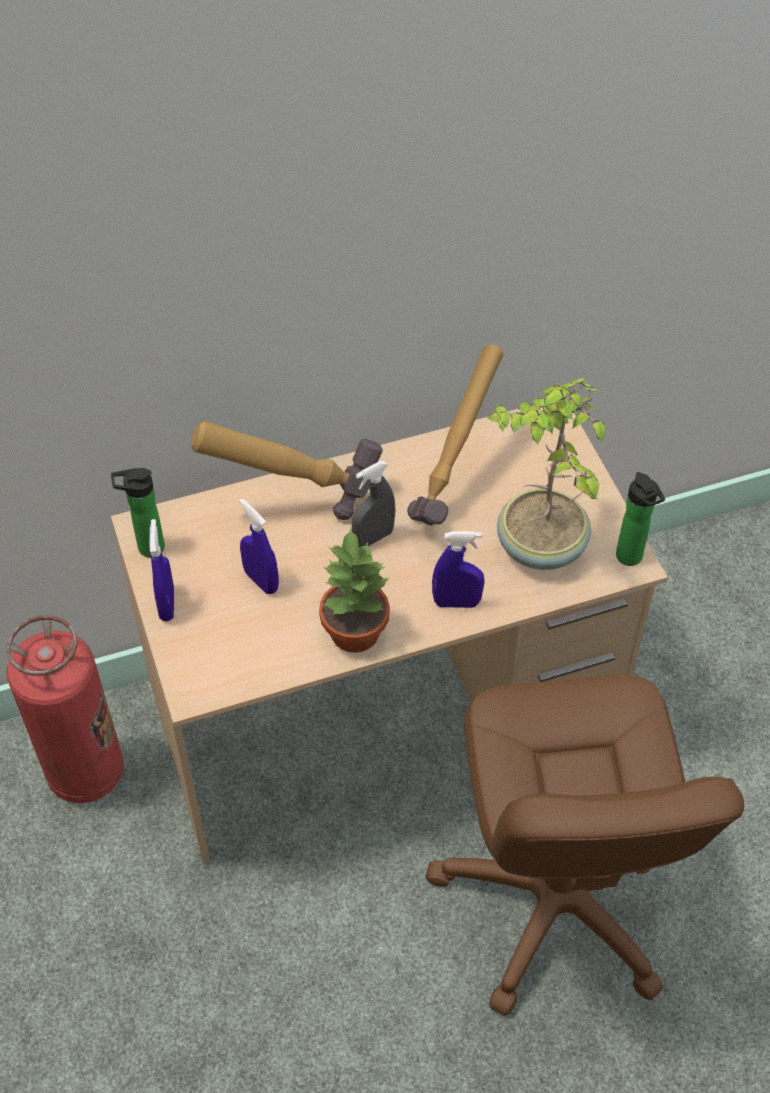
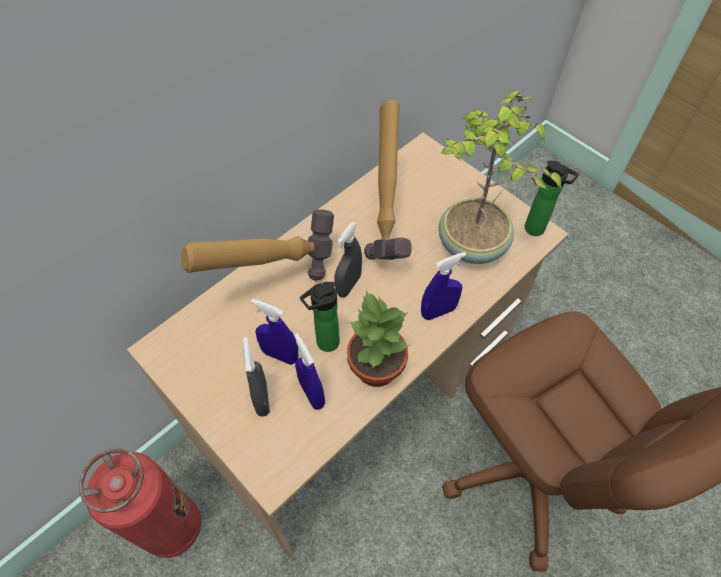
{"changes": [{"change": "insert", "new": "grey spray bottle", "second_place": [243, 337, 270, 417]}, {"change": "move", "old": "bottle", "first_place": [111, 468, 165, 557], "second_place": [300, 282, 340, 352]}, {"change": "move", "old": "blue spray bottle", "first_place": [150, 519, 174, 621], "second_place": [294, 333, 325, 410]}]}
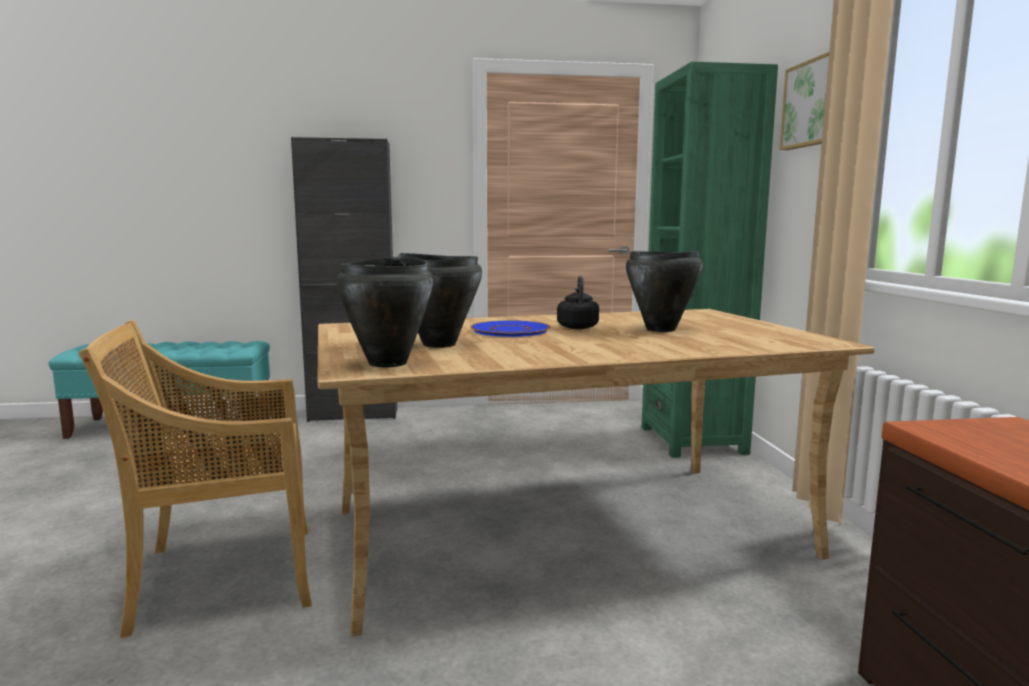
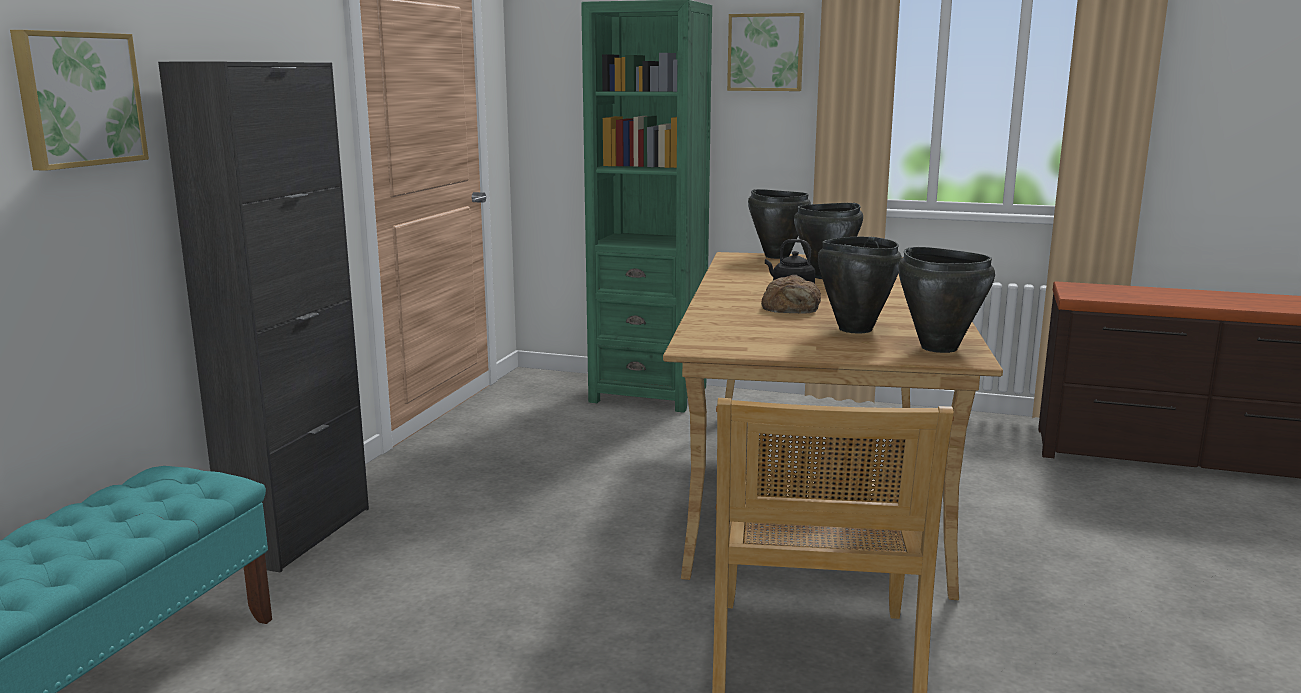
{"changes": [{"change": "insert", "new": "picture", "second_place": [10, 30, 149, 171]}, {"change": "insert", "new": "black cooking pot", "second_place": [748, 189, 811, 259]}, {"change": "replace", "old": "blue plate", "new": "bread", "first_place": [470, 320, 551, 337], "second_place": [761, 275, 821, 314]}]}
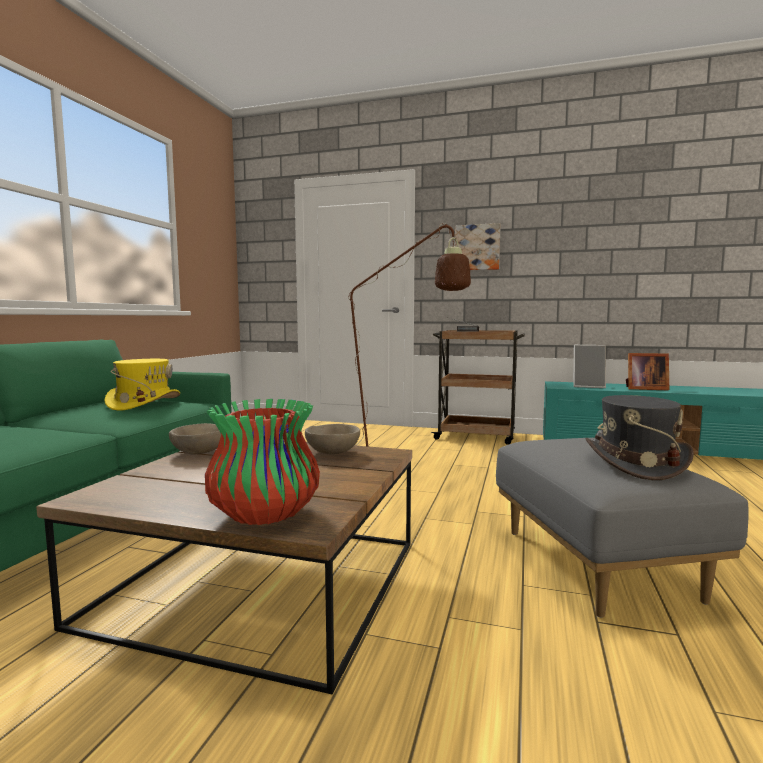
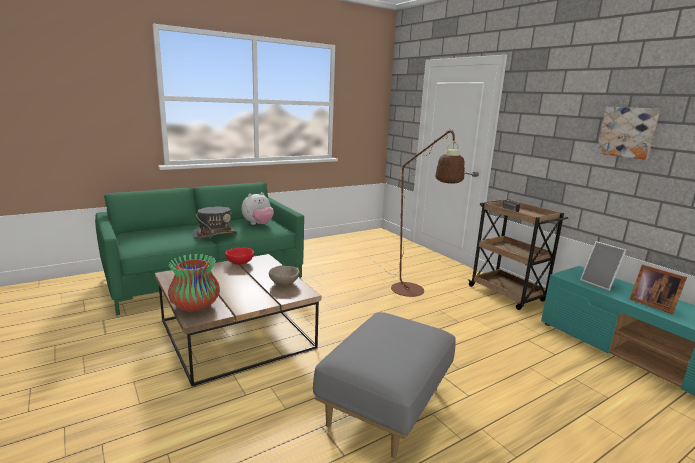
{"changes": [{"change": "move", "old": "picture", "first_place": [455, 223, 501, 270], "second_place": [596, 107, 660, 160]}, {"change": "move", "old": "grey hat", "first_place": [586, 395, 694, 480], "second_place": [193, 206, 237, 238]}, {"change": "replace", "old": "yellow hat", "new": "plush toy", "first_place": [104, 359, 180, 411], "second_place": [242, 192, 274, 225]}, {"change": "recolor", "old": "beige bowl", "new": "red bowl", "first_place": [169, 423, 221, 454], "second_place": [225, 247, 254, 265]}]}
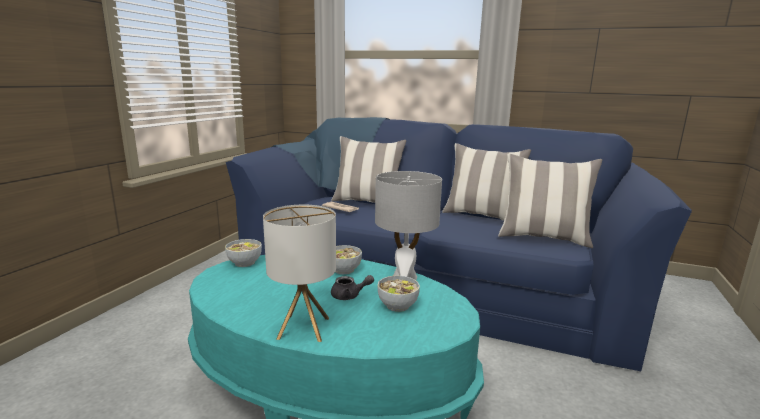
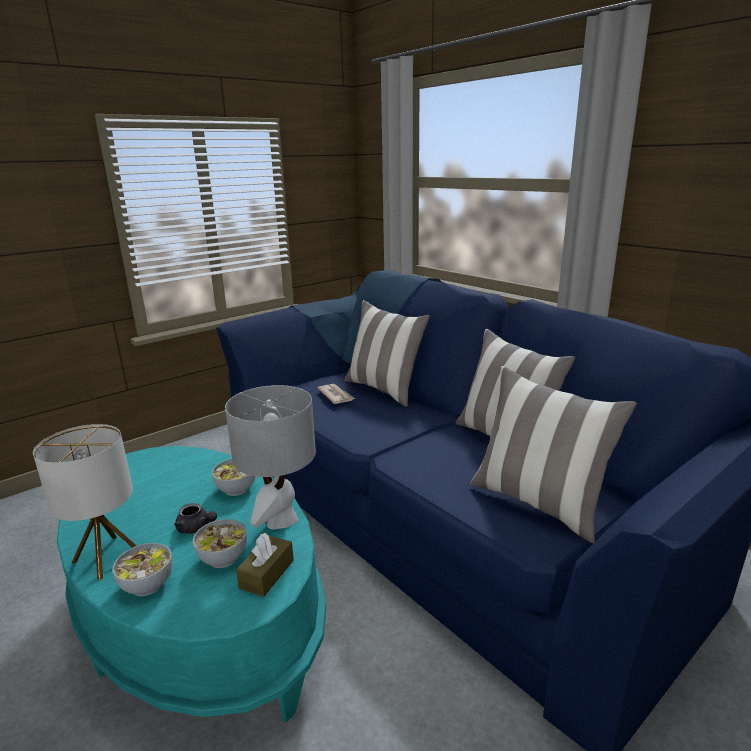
{"changes": [{"change": "insert", "new": "brown tissue box", "second_place": [236, 533, 294, 597]}, {"change": "move", "old": "bowl", "first_place": [225, 239, 262, 267], "second_place": [112, 543, 172, 596]}]}
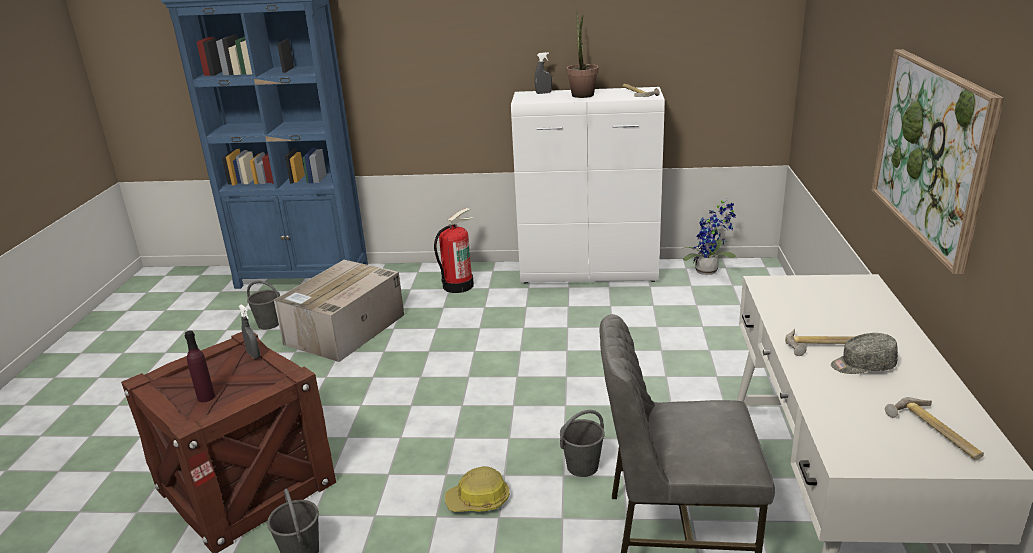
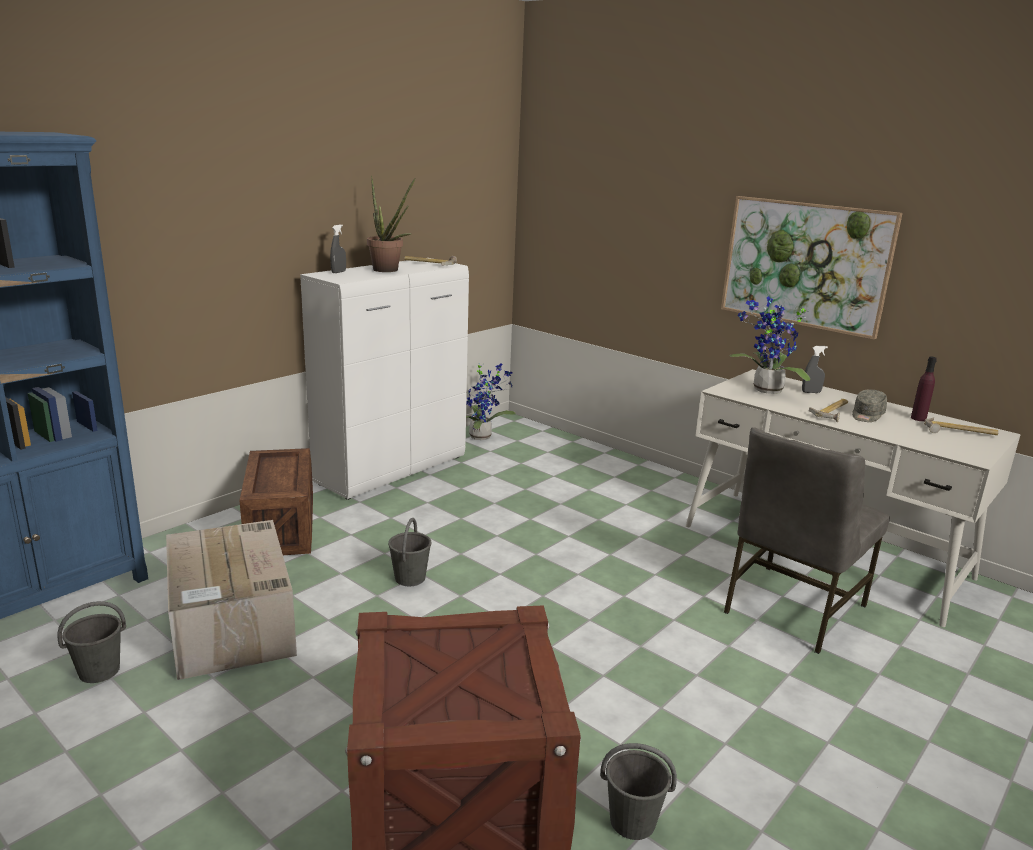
{"changes": [{"change": "delete", "old": "hard hat", "first_place": [445, 466, 510, 512]}, {"change": "insert", "new": "potted plant", "second_place": [730, 296, 810, 394]}, {"change": "move", "old": "purple bottle", "first_place": [184, 331, 215, 402], "second_place": [911, 356, 937, 421]}, {"change": "move", "old": "grey spray bottle", "first_place": [239, 304, 260, 359], "second_place": [802, 346, 828, 393]}, {"change": "move", "old": "grey bucket", "first_place": [560, 410, 605, 477], "second_place": [388, 518, 432, 586]}, {"change": "replace", "old": "fire extinguisher", "new": "crate", "first_place": [434, 208, 474, 293], "second_place": [239, 448, 313, 555]}]}
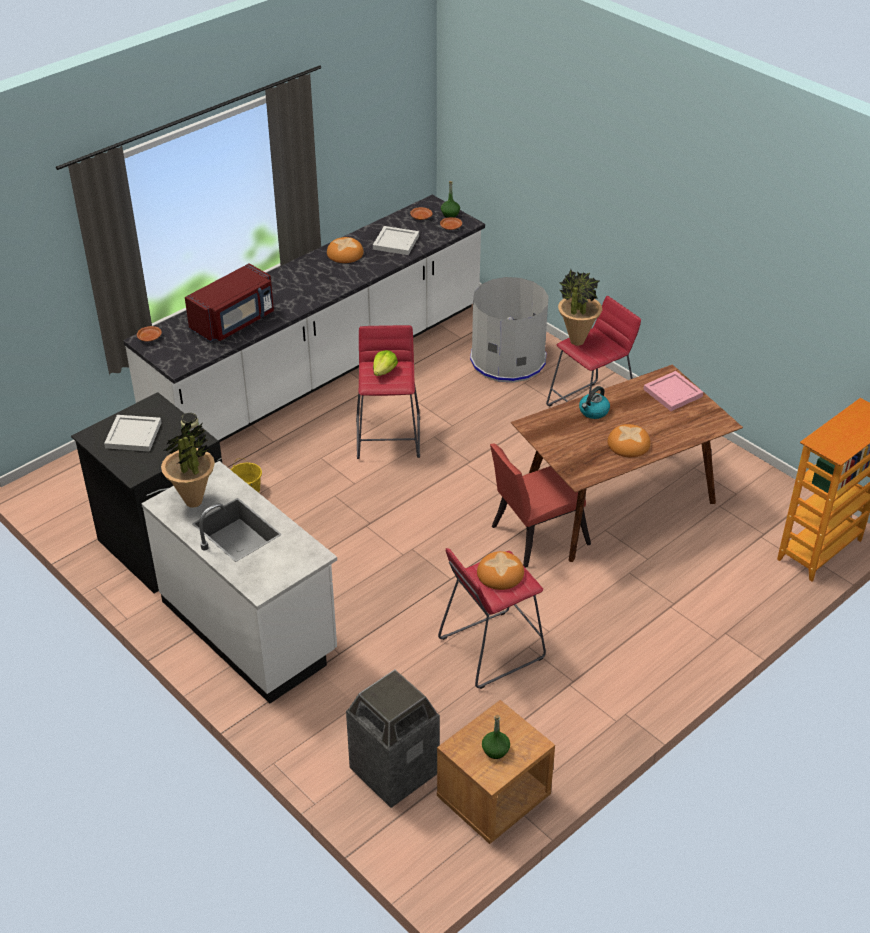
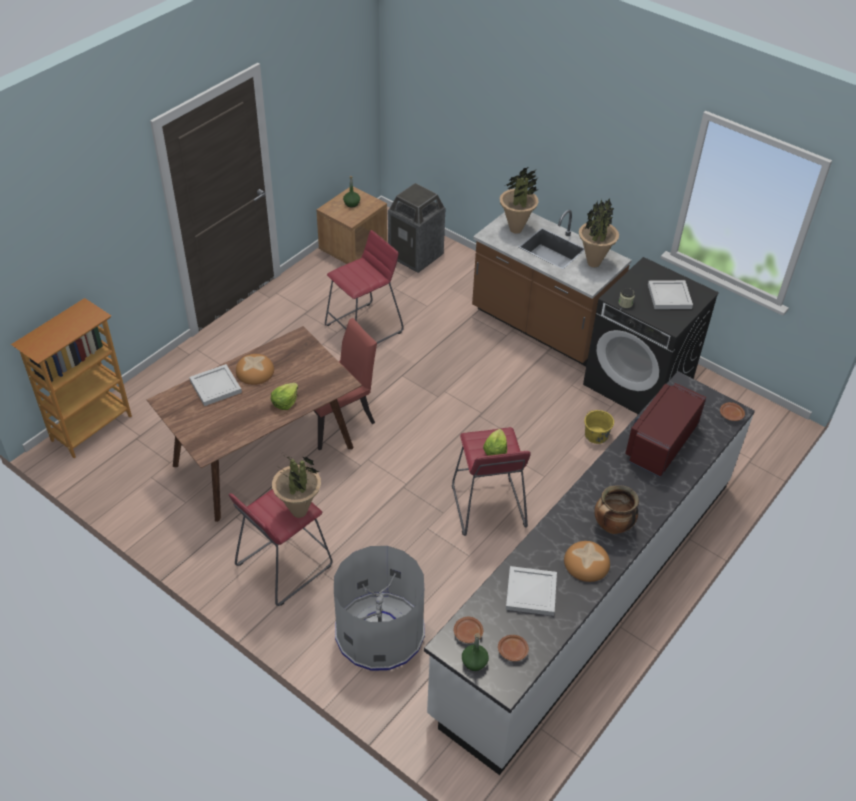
{"changes": [{"change": "delete", "old": "bread", "first_place": [477, 551, 524, 590]}, {"change": "delete", "old": "pink tray", "first_place": [643, 371, 703, 411]}, {"change": "insert", "new": "white tray", "second_place": [189, 364, 242, 406]}, {"change": "insert", "new": "potted plant", "second_place": [499, 166, 539, 234]}, {"change": "insert", "new": "cooking pot", "second_place": [595, 485, 639, 534]}, {"change": "replace", "old": "kettle", "new": "lettuce", "first_place": [579, 386, 610, 419], "second_place": [271, 383, 298, 410]}, {"change": "recolor", "old": "white counter", "new": "brown counter", "first_place": [141, 461, 337, 703], "second_place": [472, 210, 632, 366]}]}
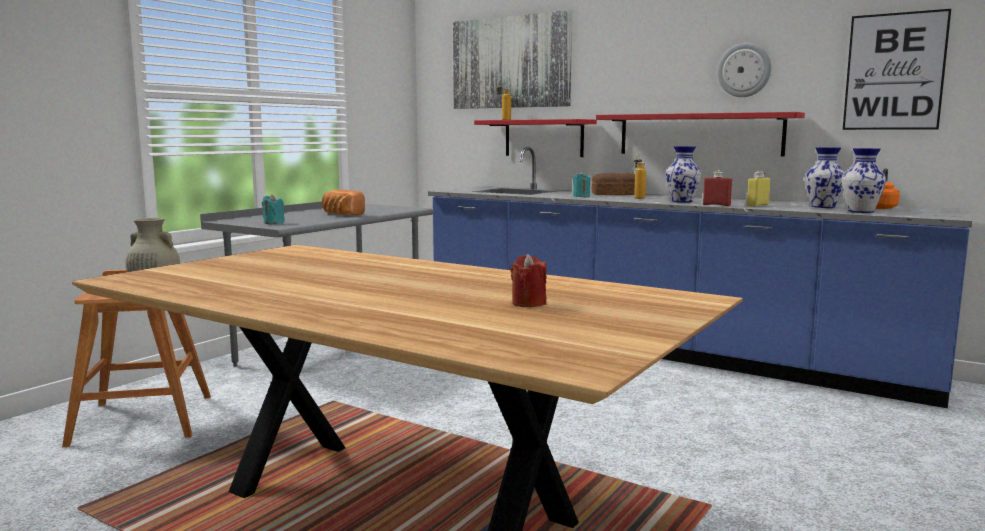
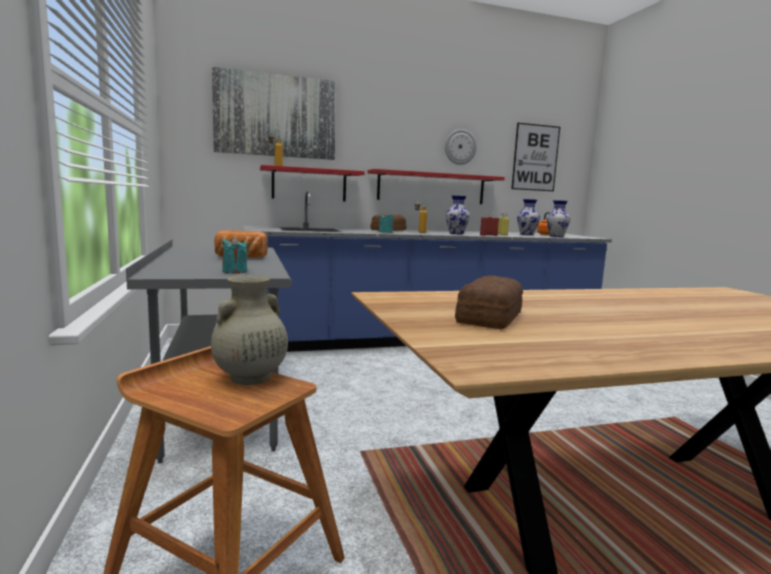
{"changes": [{"change": "delete", "old": "red candle", "first_place": [511, 254, 547, 307]}, {"change": "insert", "new": "bread", "second_place": [455, 275, 523, 329]}]}
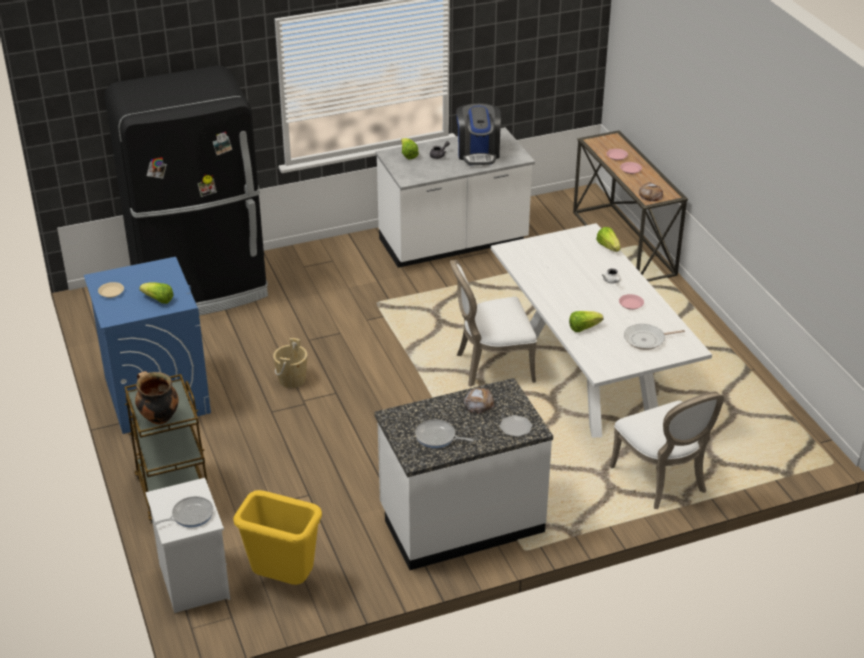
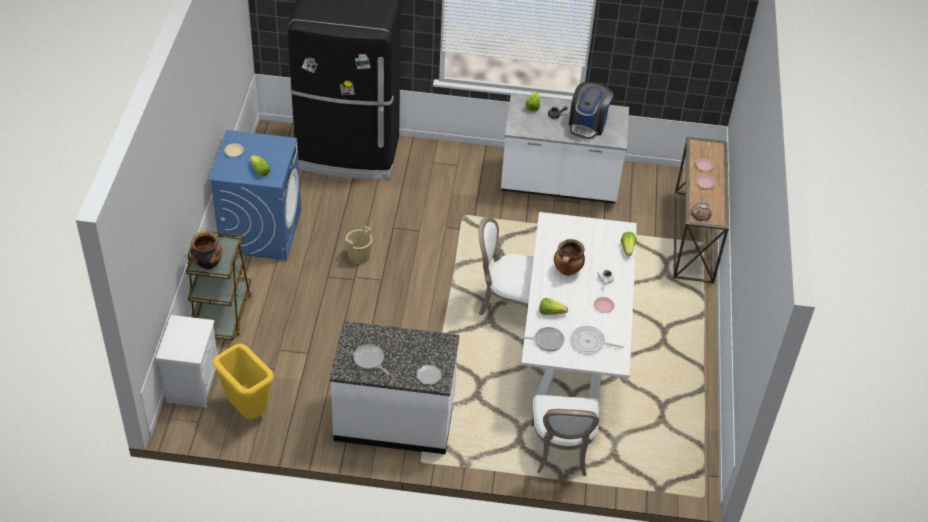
{"changes": [{"change": "delete", "old": "bread", "first_place": [464, 388, 494, 414]}, {"change": "insert", "new": "cooking pot", "second_place": [554, 239, 585, 276]}, {"change": "move", "old": "frying pan", "first_place": [153, 496, 213, 527], "second_place": [520, 327, 564, 351]}]}
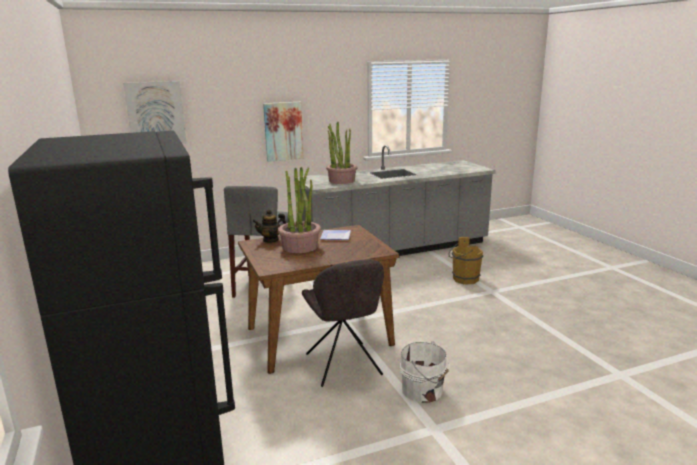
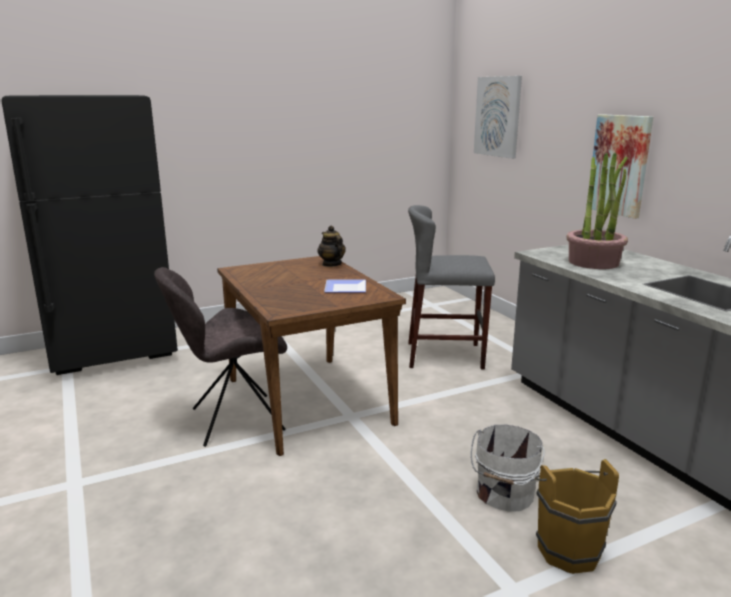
{"changes": [{"change": "delete", "old": "potted plant", "first_place": [278, 167, 321, 253]}, {"change": "move", "old": "white bucket", "first_place": [400, 341, 450, 403], "second_place": [471, 425, 545, 512]}]}
